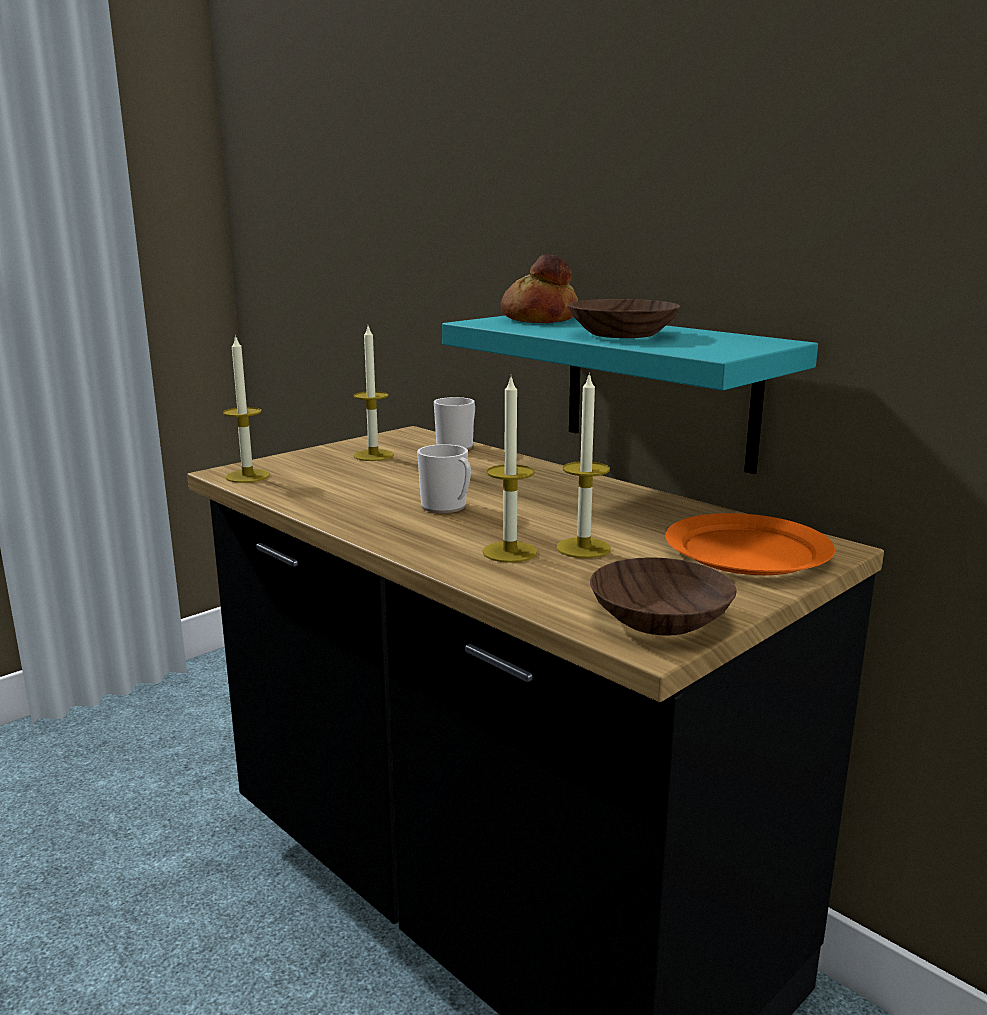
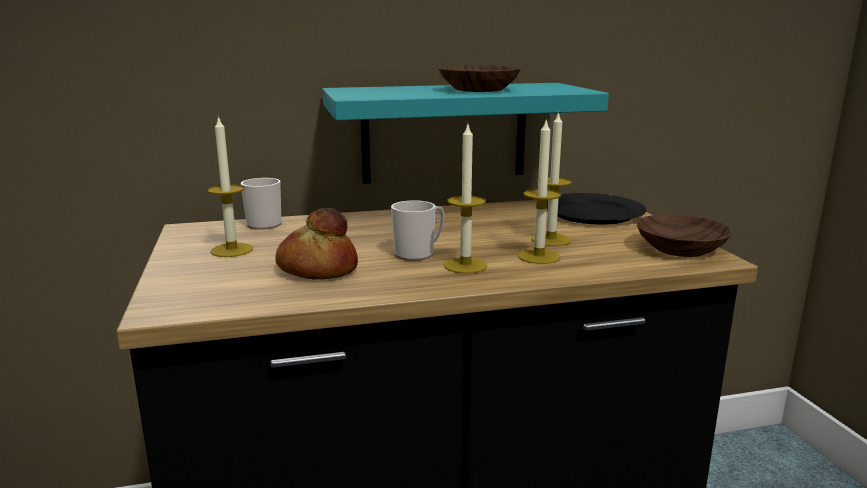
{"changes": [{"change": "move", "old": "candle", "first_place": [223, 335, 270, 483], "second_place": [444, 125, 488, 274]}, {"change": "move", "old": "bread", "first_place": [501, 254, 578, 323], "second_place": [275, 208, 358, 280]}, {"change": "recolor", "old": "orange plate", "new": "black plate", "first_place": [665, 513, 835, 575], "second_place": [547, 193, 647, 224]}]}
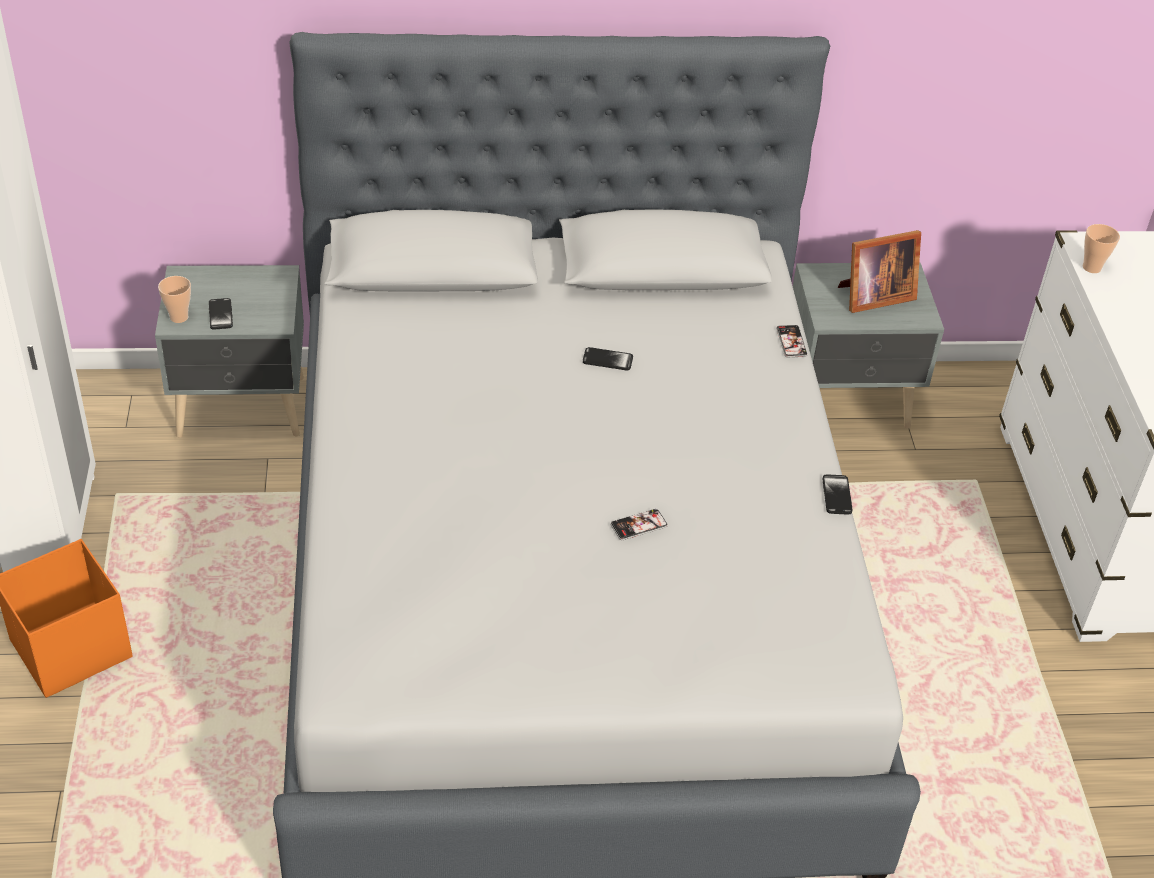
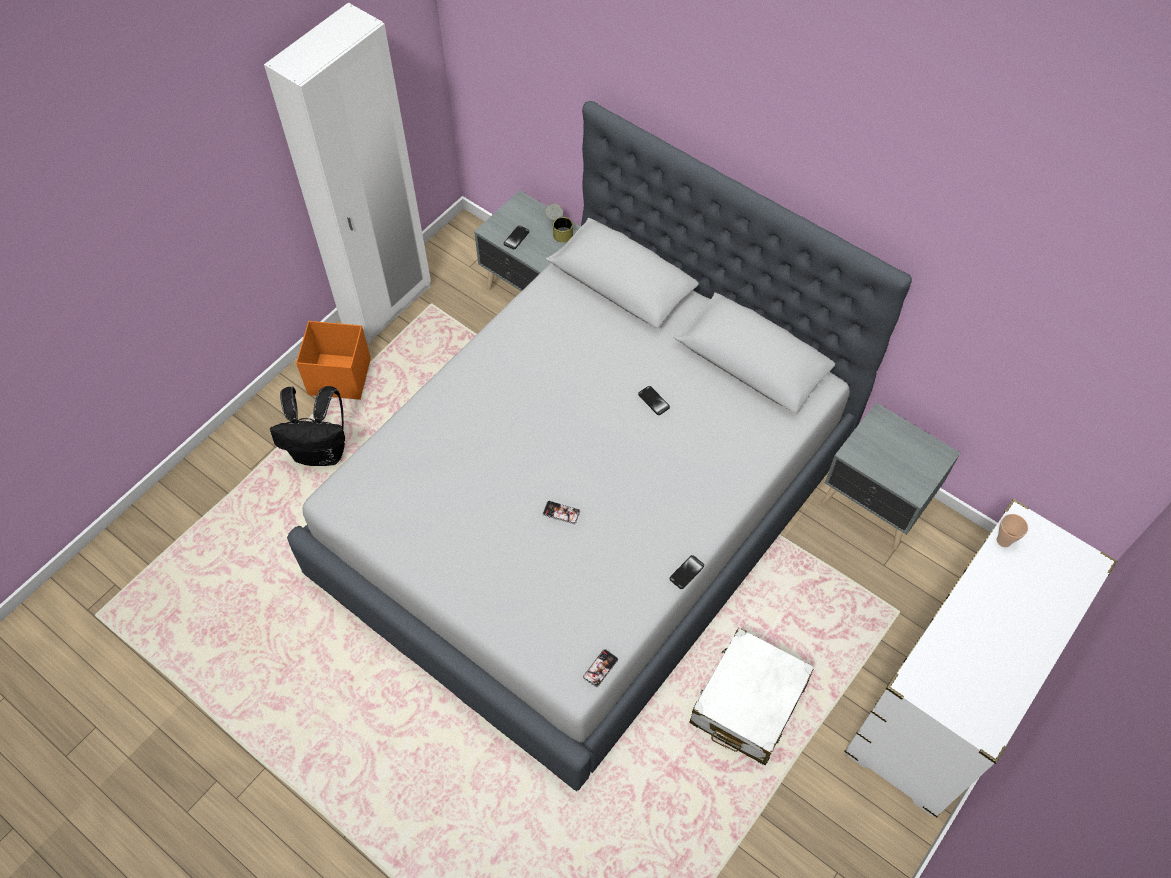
{"changes": [{"change": "delete", "old": "cup", "first_place": [158, 276, 191, 323]}, {"change": "delete", "old": "picture frame", "first_place": [838, 230, 921, 313]}, {"change": "insert", "new": "black backpack", "second_place": [270, 386, 345, 466]}, {"change": "insert", "new": "can", "second_place": [545, 203, 573, 243]}, {"change": "insert", "new": "white suitcase", "second_place": [689, 628, 814, 765]}, {"change": "move", "old": "phone", "first_place": [776, 325, 807, 357], "second_place": [583, 649, 618, 687]}]}
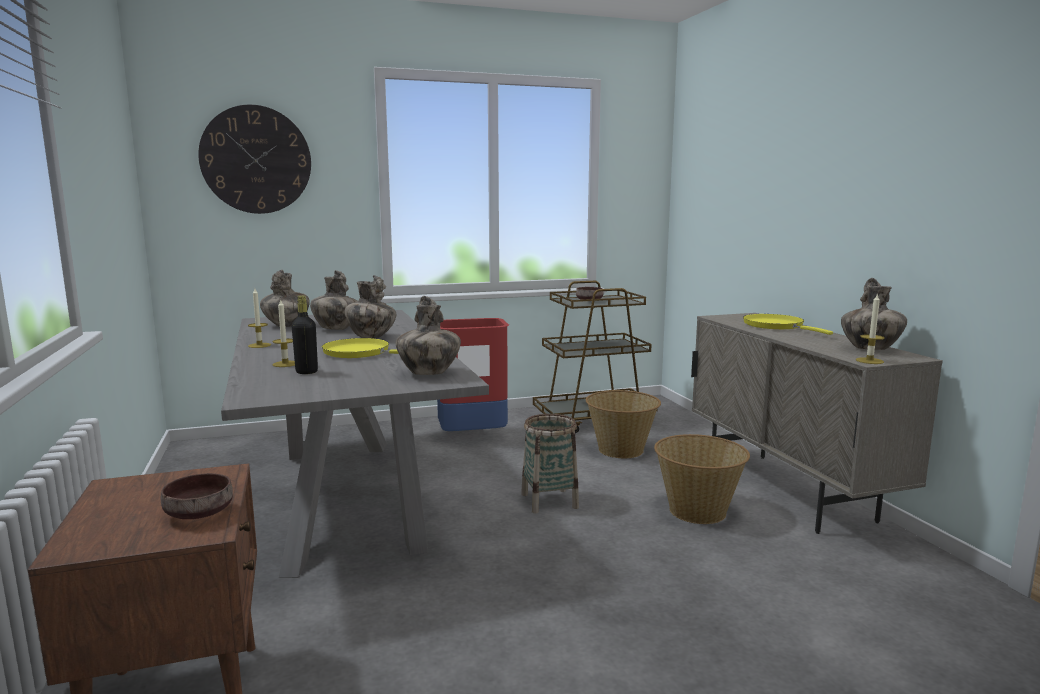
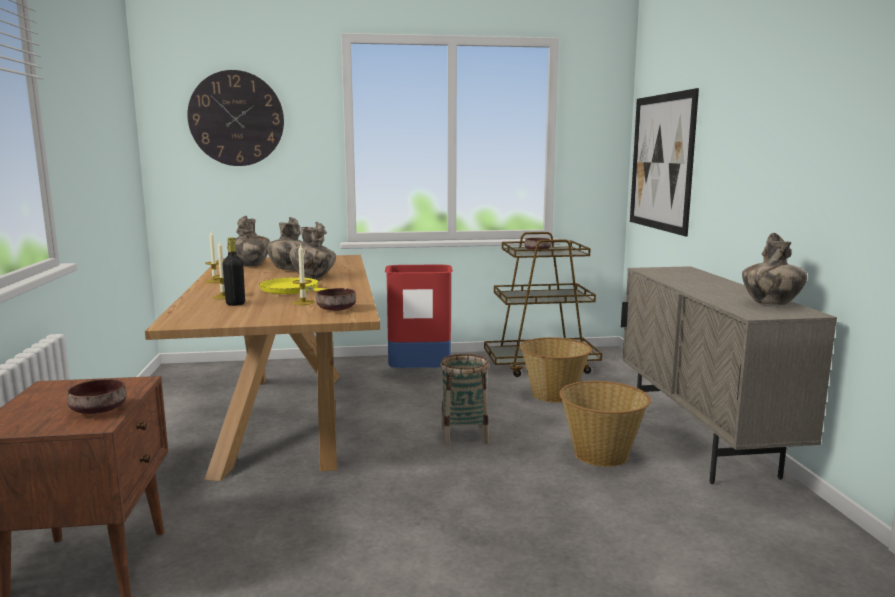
{"changes": [{"change": "delete", "old": "yellow frying pan", "first_place": [743, 314, 833, 335]}, {"change": "insert", "new": "picture", "second_place": [630, 88, 699, 236]}, {"change": "move", "old": "candle", "first_place": [856, 293, 885, 364], "second_place": [292, 244, 314, 305]}, {"change": "replace", "old": "vase", "new": "brown bowl", "first_place": [396, 296, 461, 375], "second_place": [316, 288, 356, 311]}, {"change": "recolor", "old": "grey dining table", "new": "brown dining table", "first_place": [221, 310, 489, 578], "second_place": [145, 255, 380, 481]}]}
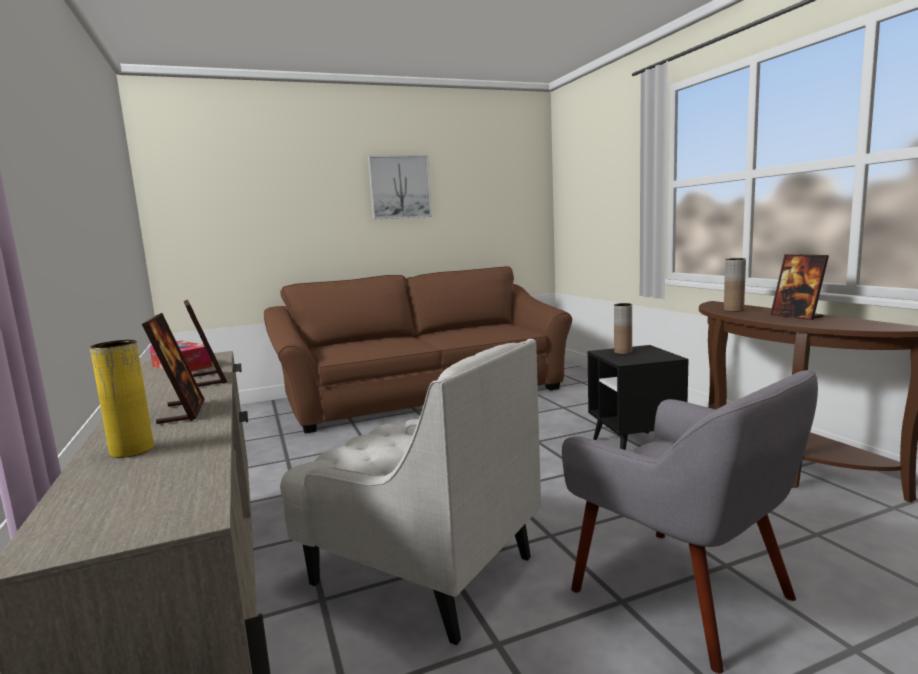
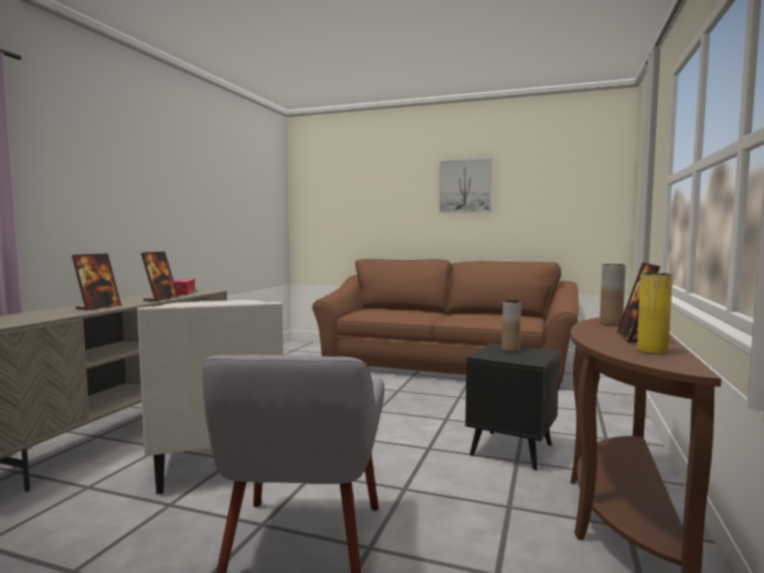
{"changes": [{"change": "move", "old": "yellow vase", "first_place": [90, 340, 154, 458], "second_place": [637, 273, 673, 354]}]}
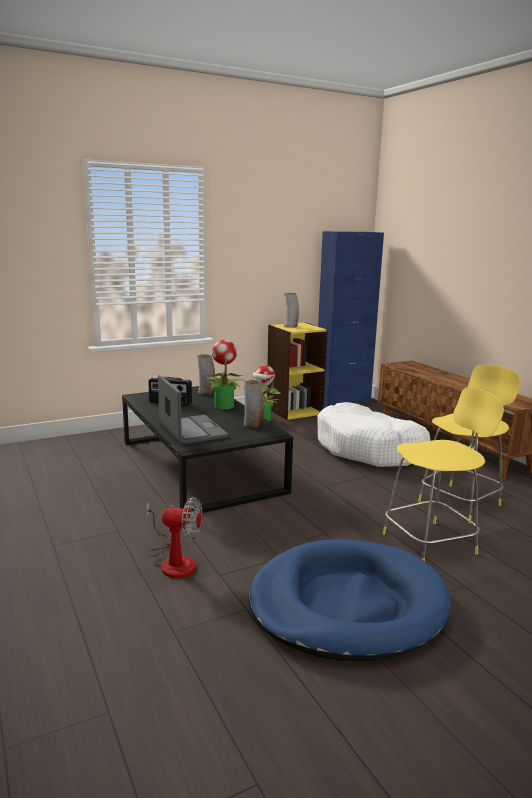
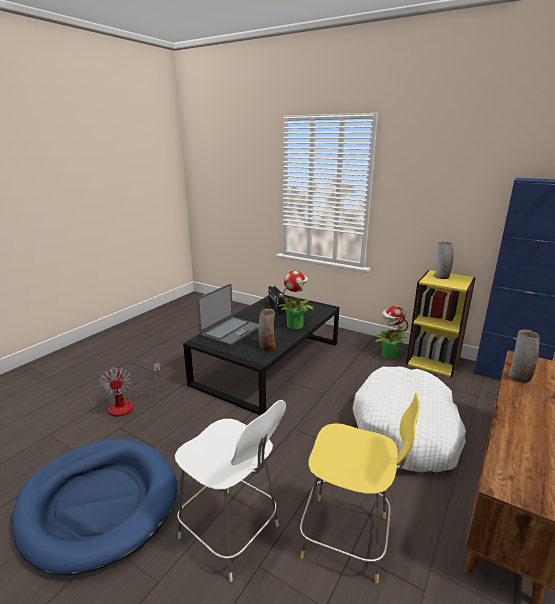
{"changes": [{"change": "move", "old": "vase", "first_place": [197, 354, 215, 395], "second_place": [508, 330, 540, 383]}, {"change": "recolor", "old": "yellow stool", "new": "white stool", "first_place": [382, 387, 504, 561], "second_place": [175, 400, 286, 582]}]}
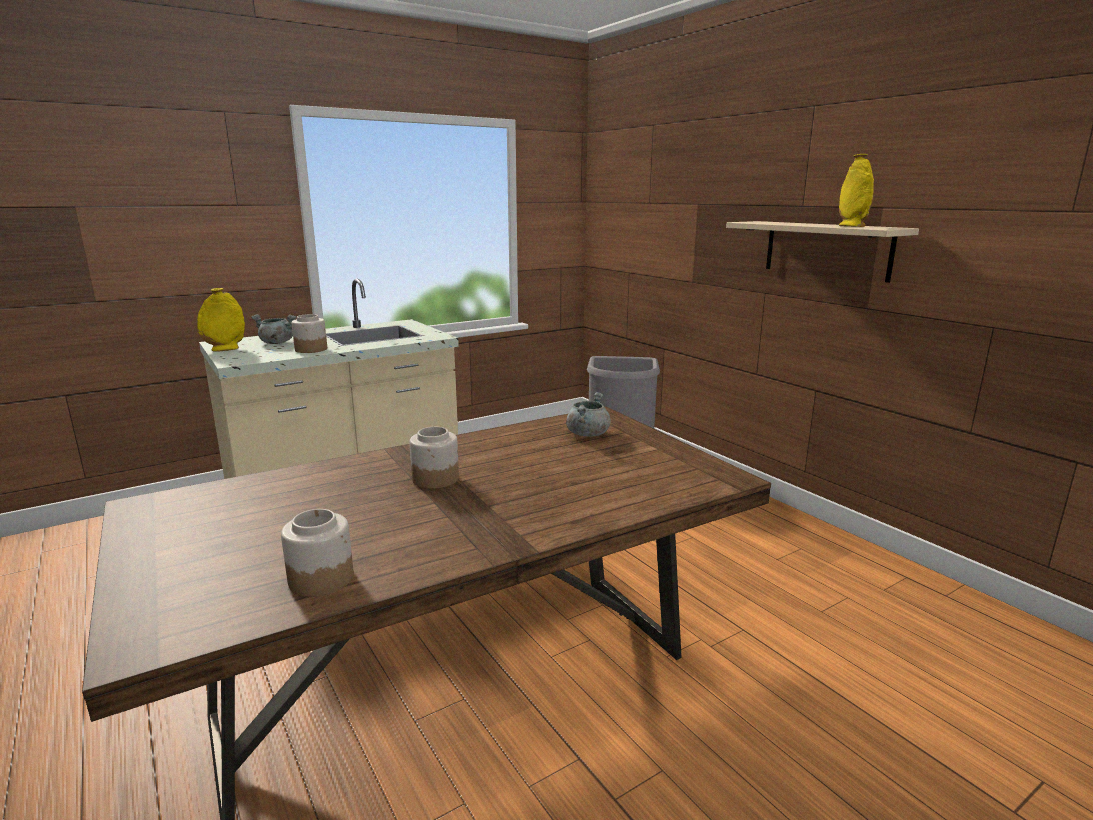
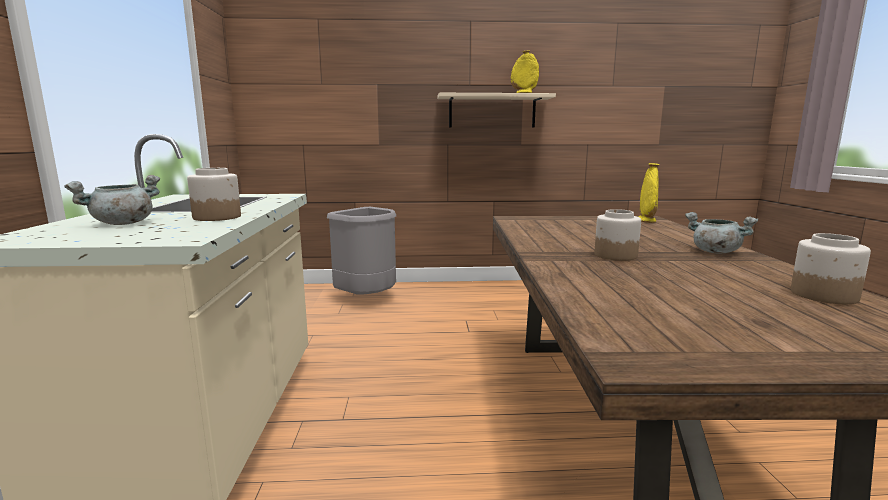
{"changes": [{"change": "move", "old": "yellow vase", "first_place": [197, 288, 245, 352], "second_place": [638, 163, 660, 223]}, {"change": "move", "old": "grey cooking pot", "first_place": [566, 392, 611, 437], "second_place": [685, 212, 759, 254]}]}
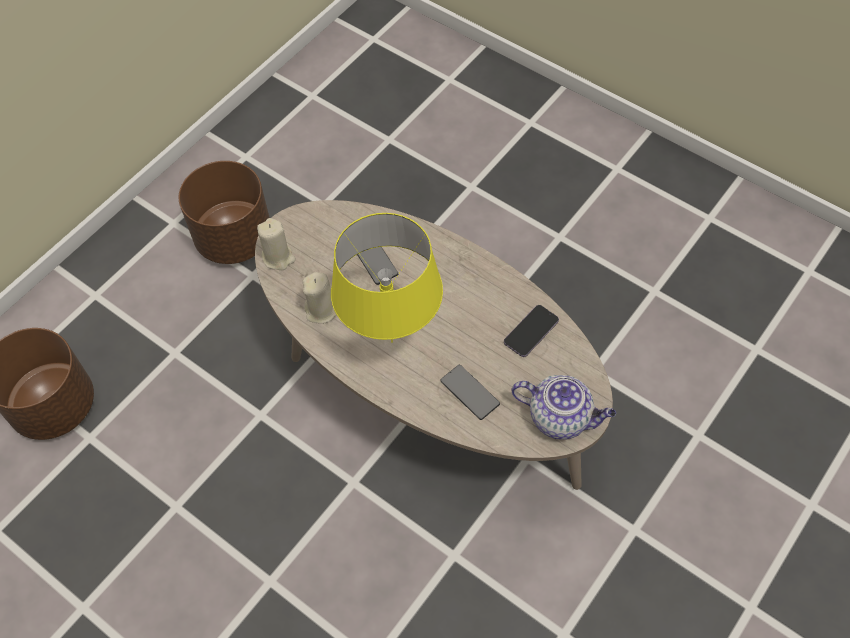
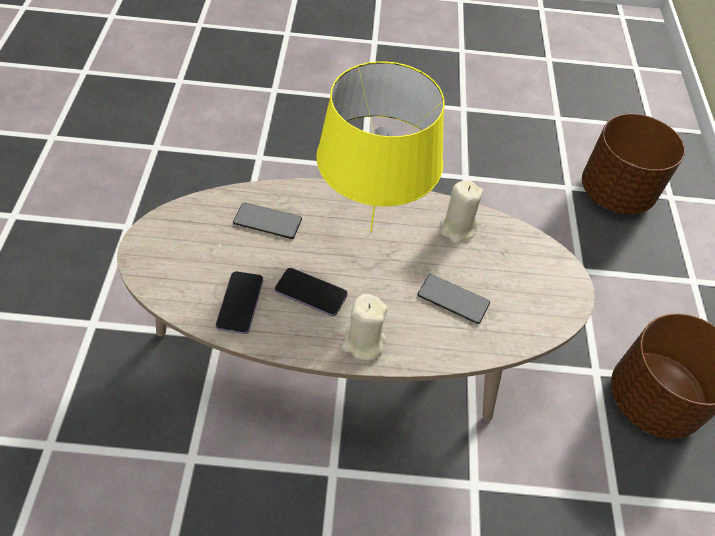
{"changes": [{"change": "delete", "old": "teapot", "first_place": [511, 375, 616, 440]}, {"change": "insert", "new": "phone", "second_place": [275, 268, 348, 316]}, {"change": "move", "old": "beige candle", "first_place": [257, 218, 296, 270], "second_place": [341, 294, 388, 361]}]}
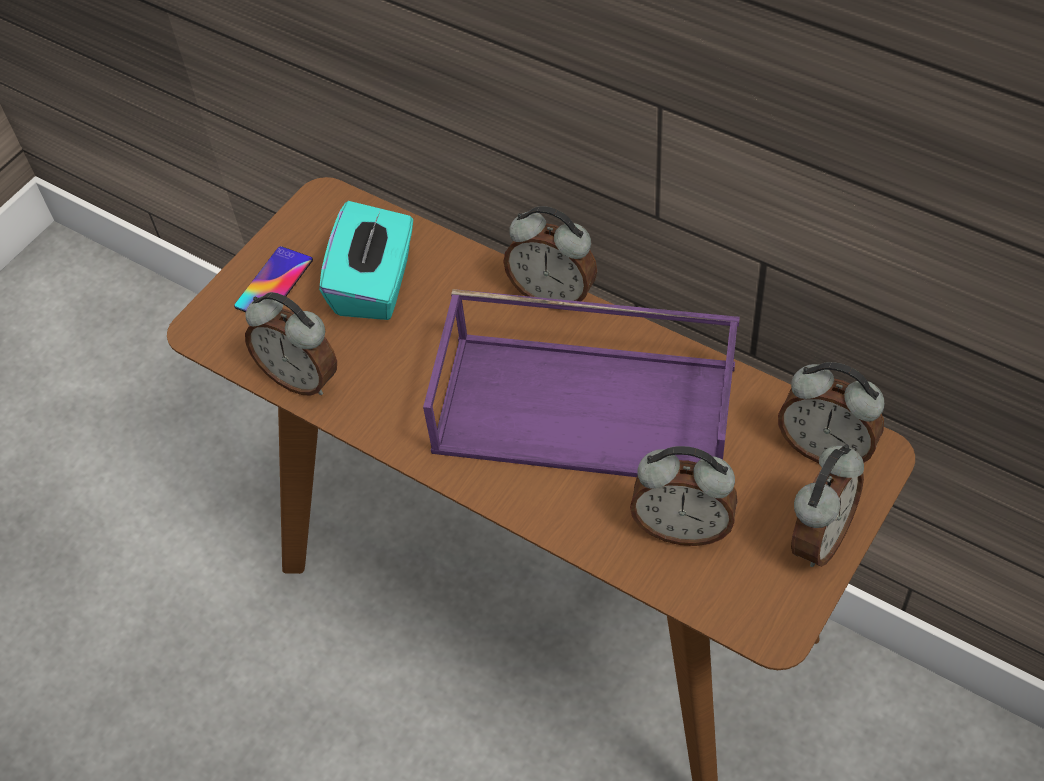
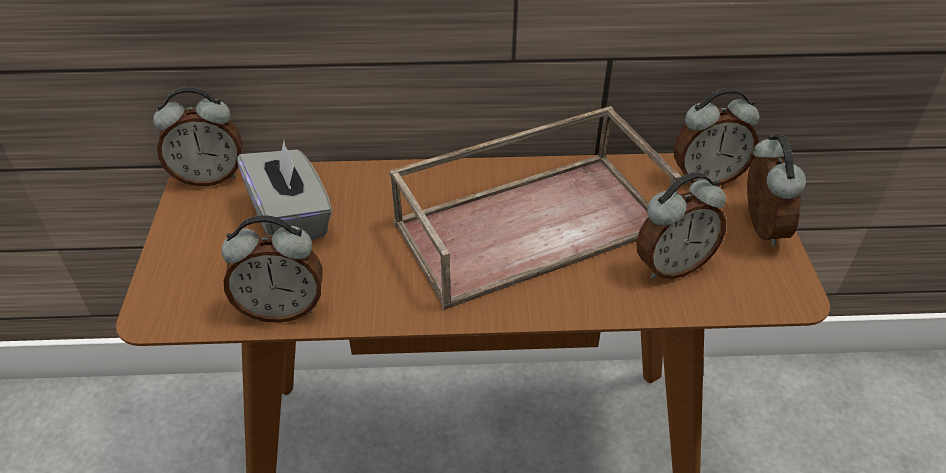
{"changes": [{"change": "delete", "old": "phone", "first_place": [234, 246, 313, 312]}, {"change": "move", "old": "alarm clock", "first_place": [503, 206, 597, 302], "second_place": [153, 87, 242, 186]}, {"change": "recolor", "old": "turquoise tissue box", "new": "grey tissue box", "first_place": [319, 201, 413, 320], "second_place": [237, 141, 332, 240]}, {"change": "recolor", "old": "purple tray", "new": "brown tray", "first_place": [423, 289, 740, 477], "second_place": [389, 106, 681, 310]}]}
